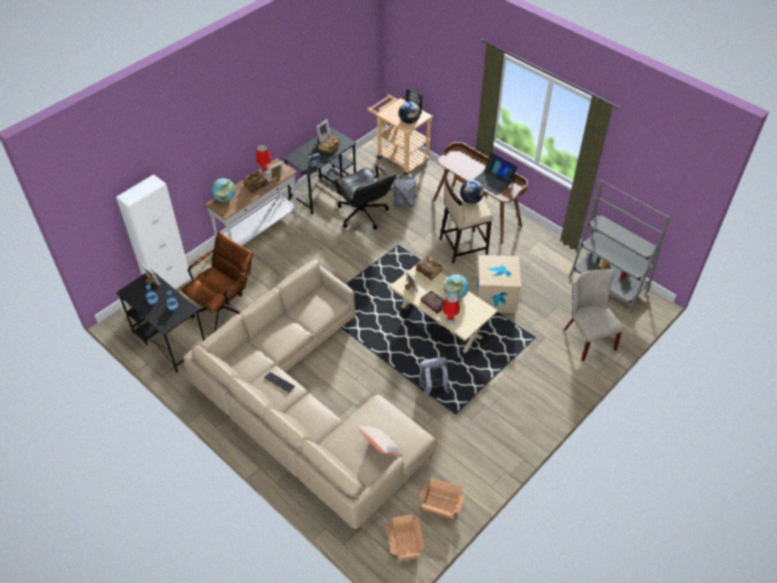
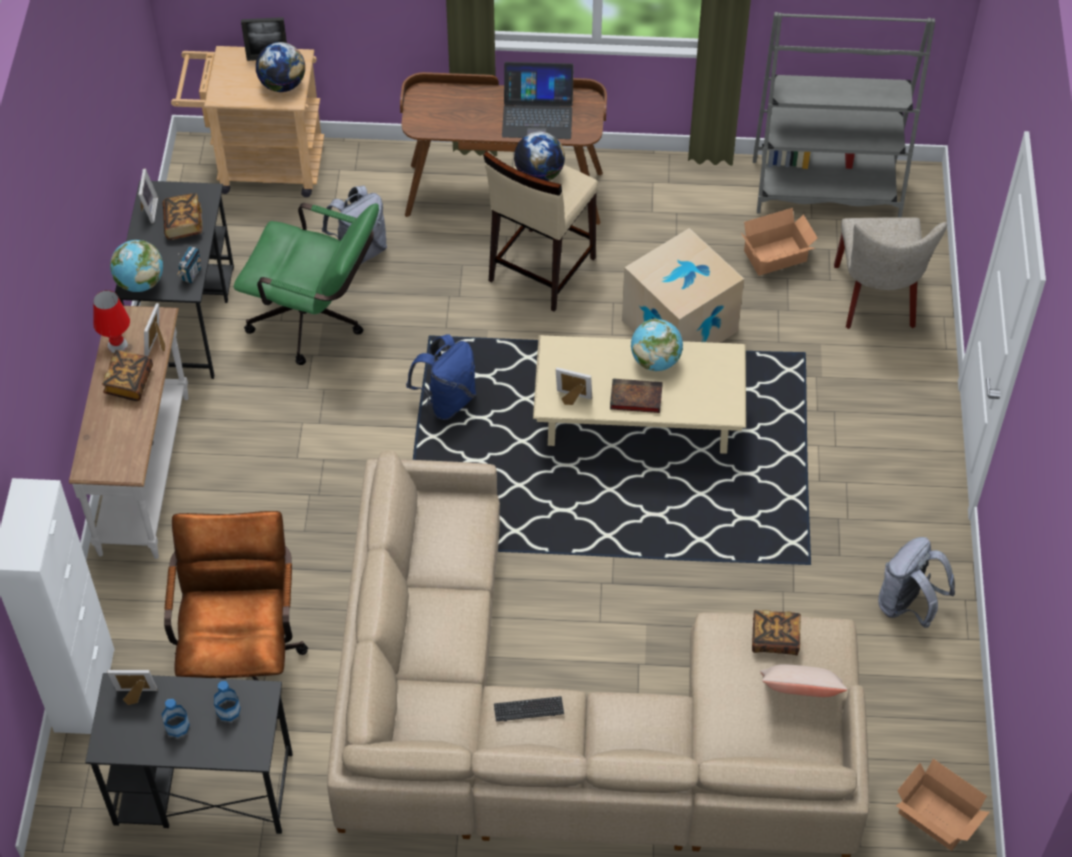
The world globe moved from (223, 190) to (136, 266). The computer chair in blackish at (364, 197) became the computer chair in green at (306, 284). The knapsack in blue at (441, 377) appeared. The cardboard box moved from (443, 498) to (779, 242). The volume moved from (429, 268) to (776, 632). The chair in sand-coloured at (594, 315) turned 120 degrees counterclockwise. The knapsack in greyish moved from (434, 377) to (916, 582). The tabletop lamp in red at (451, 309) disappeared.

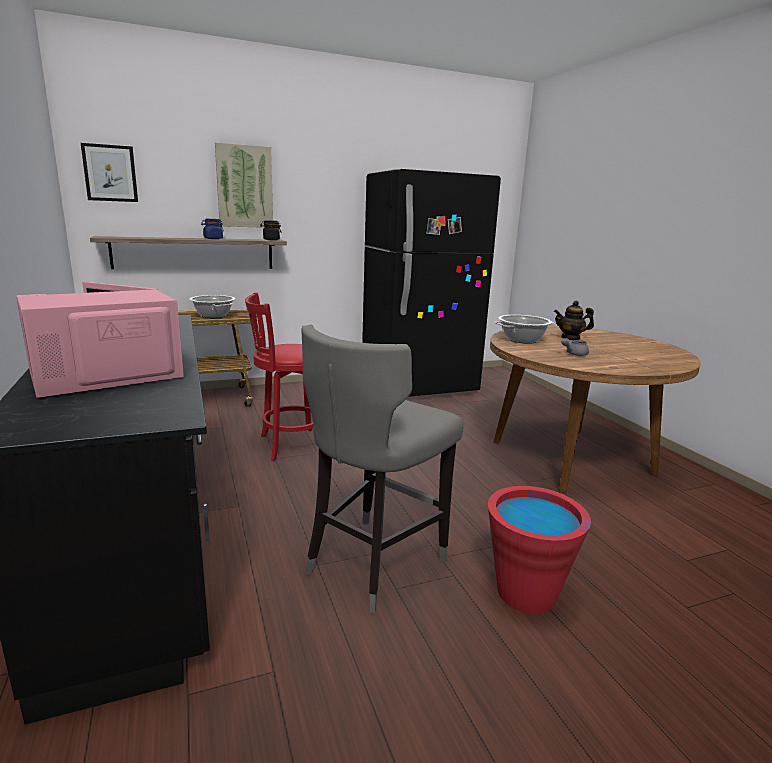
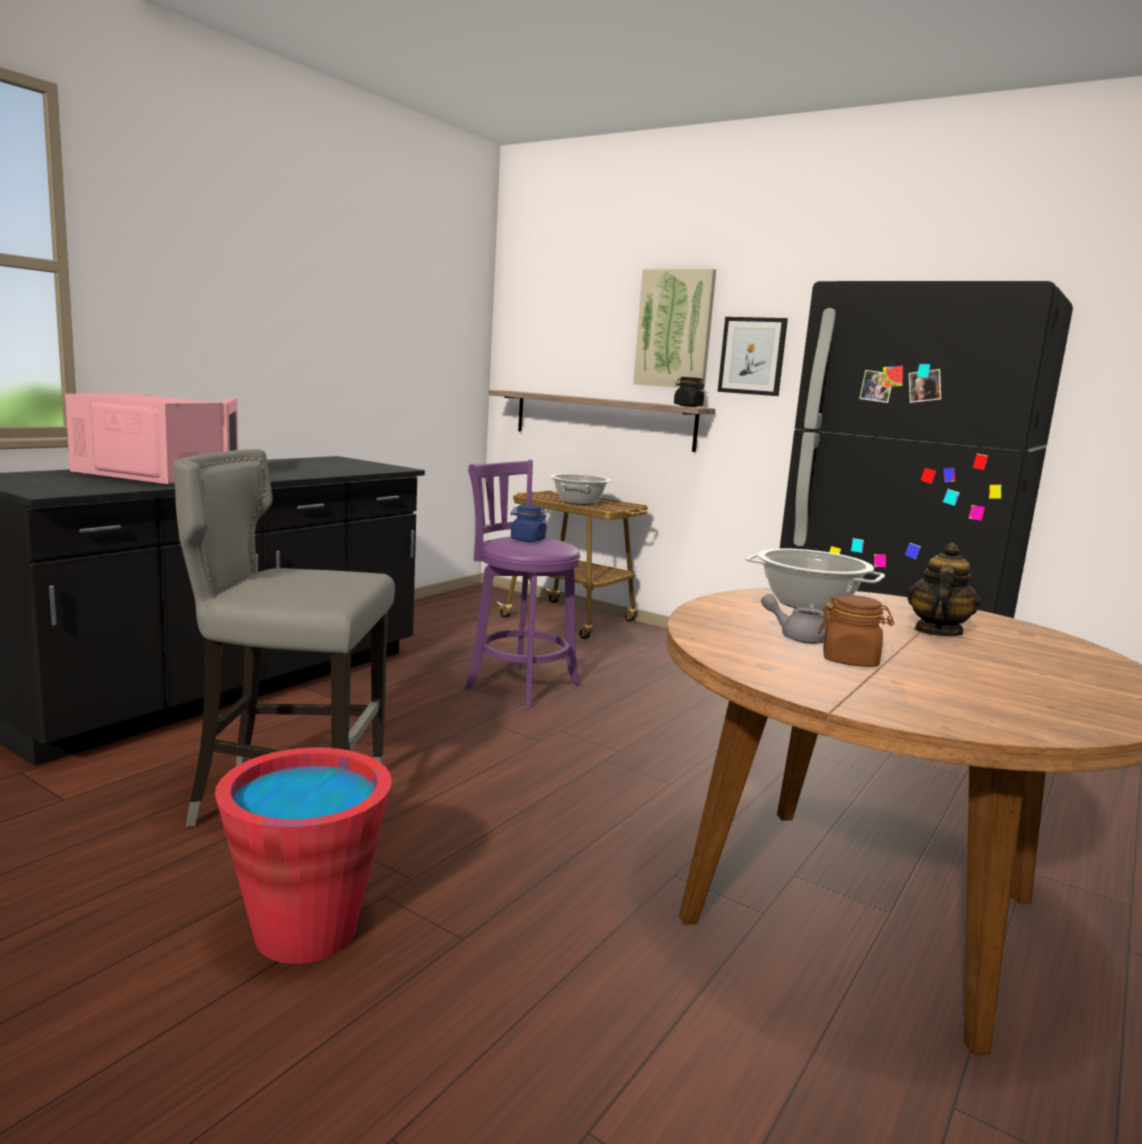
The stool in red at (279, 376) became the stool in purple-coloured at (522, 584). The preserve jar in blue moved from (212, 229) to (529, 523). The picture moved from (109, 172) to (753, 356). The preserve jar in brown at (856, 631) appeared. The teapot at (574, 320) turned 60 degrees clockwise.

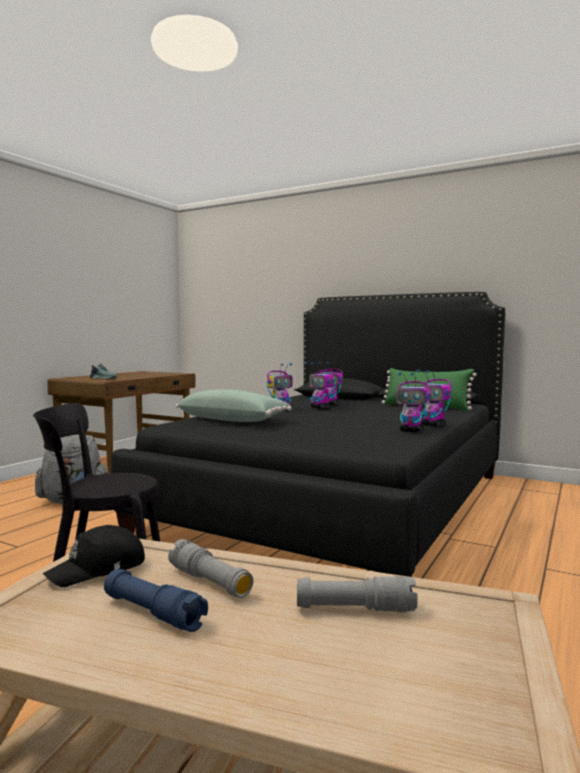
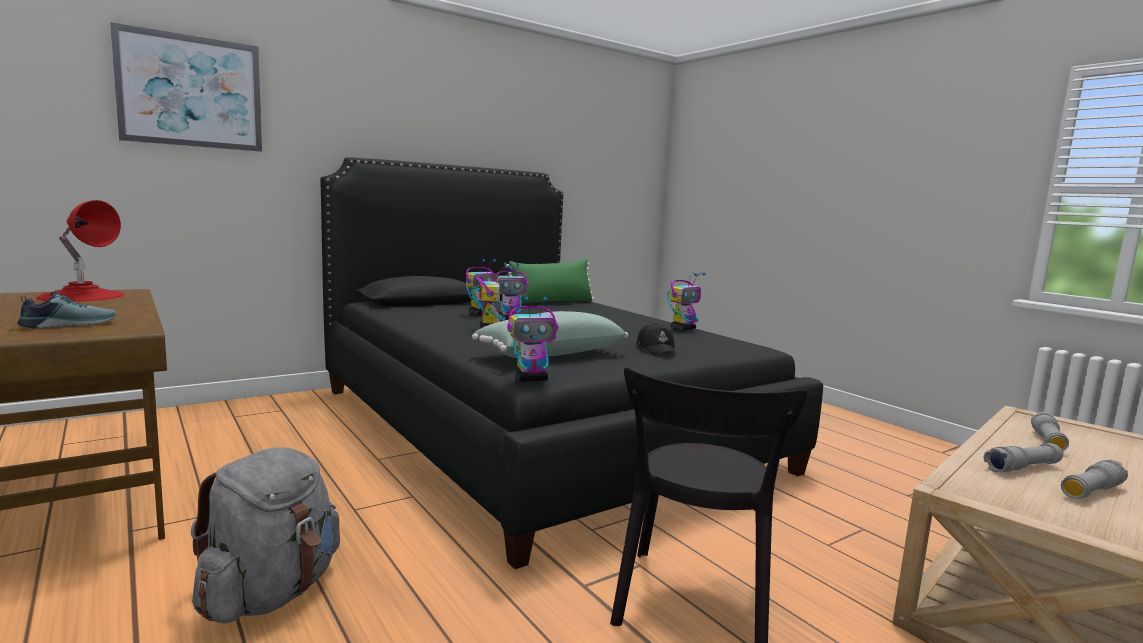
The tabletop lamp in red at (80, 251) appeared. The picture at (186, 87) appeared. The robot figure moved from (434, 398) to (532, 339). The cap in blackish moved from (94, 556) to (656, 339). The torch in blue at (156, 600) became the torch in greyish at (1094, 479).

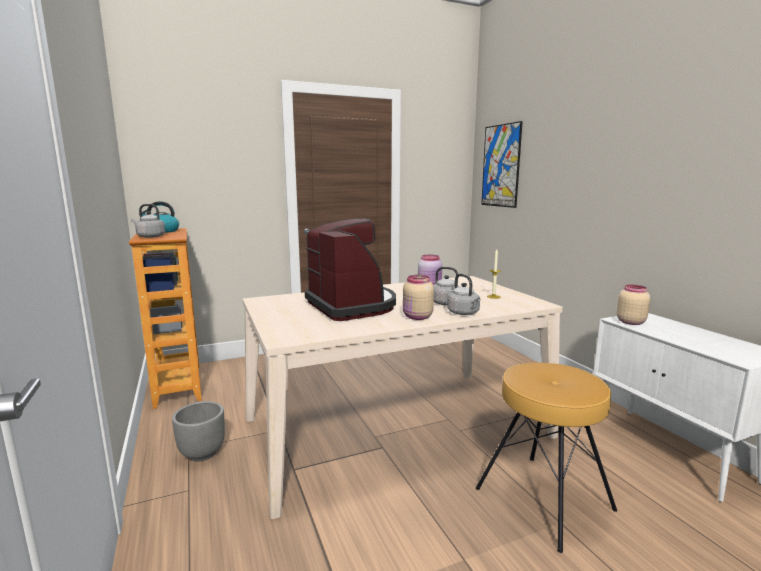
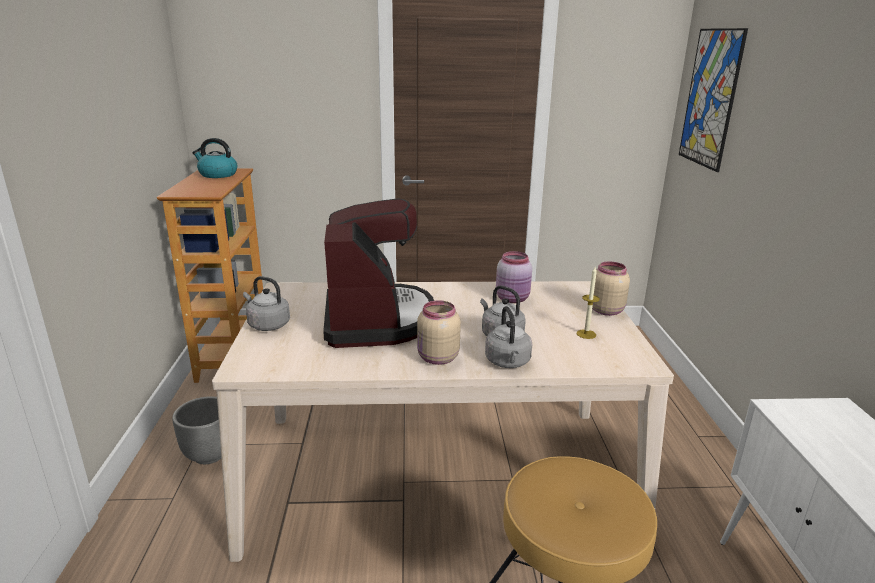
The kettle in greyish moved from (148, 221) to (266, 303). The preserve jar in sand-coloured moved from (633, 305) to (611, 288).

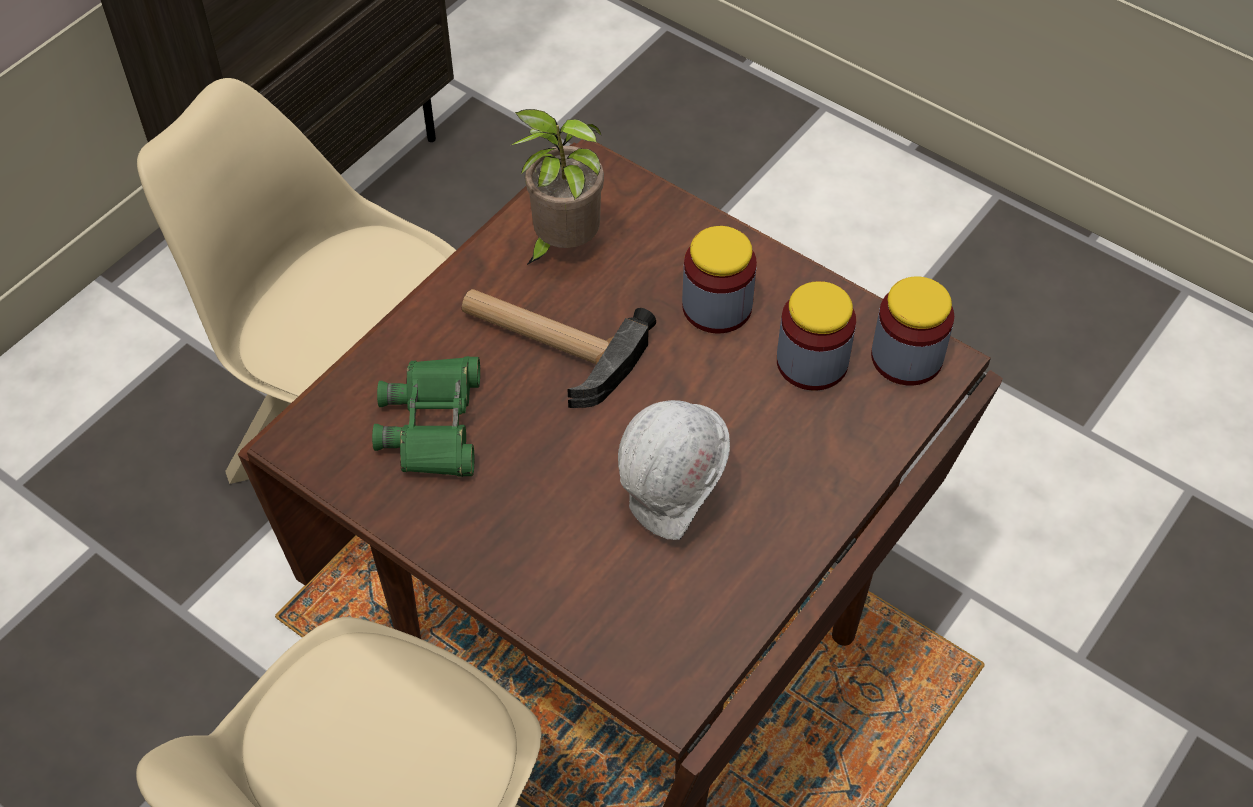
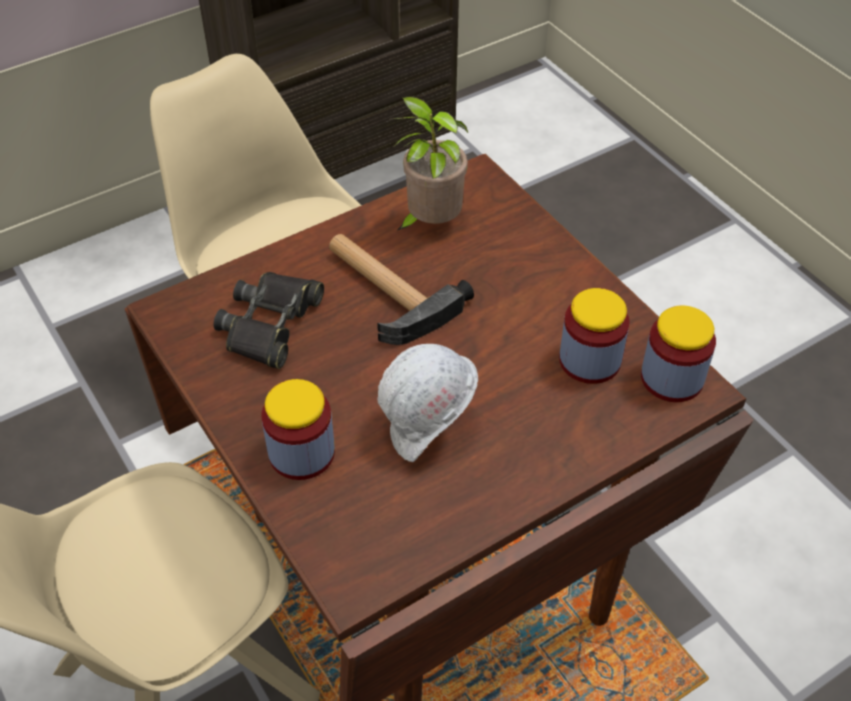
The field glasses in green at (426, 416) became the field glasses in blackish at (268, 320). The preserve jar moved from (719, 279) to (298, 429).

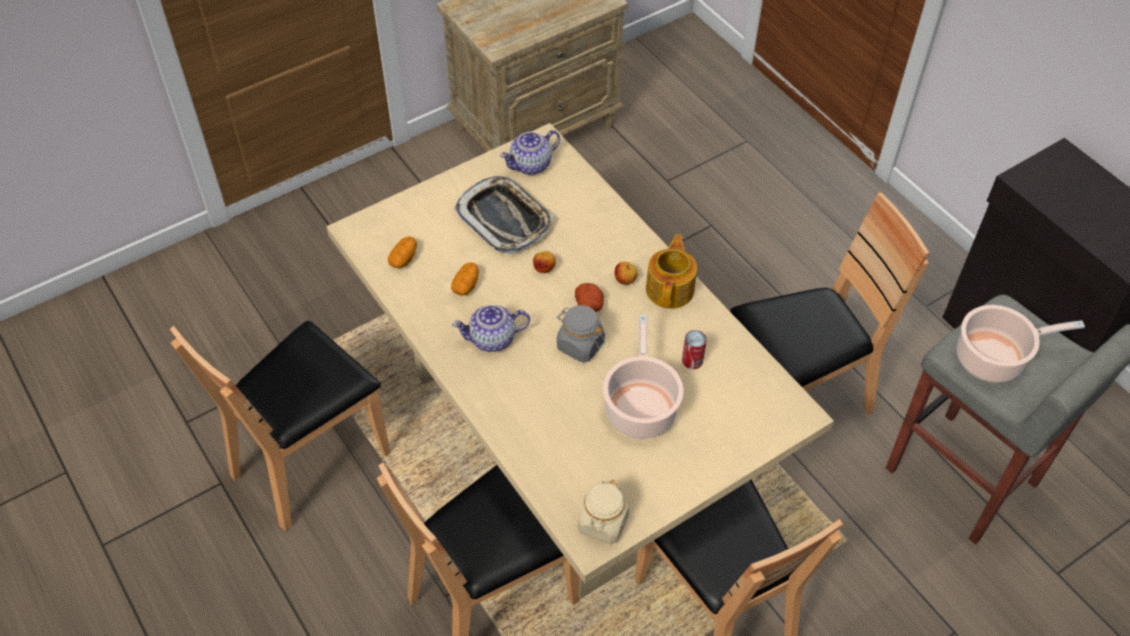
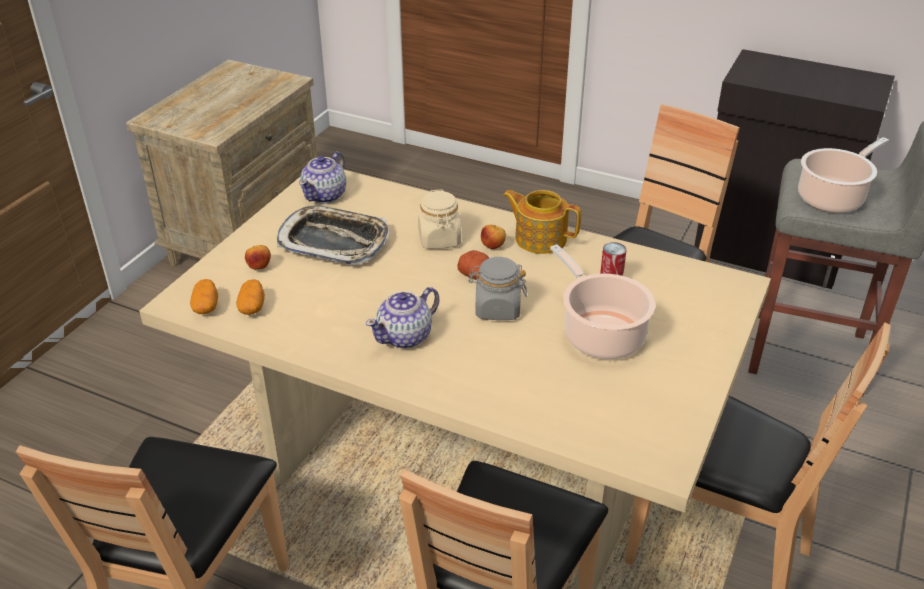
The spud moved from (465, 279) to (204, 296). The apple moved from (544, 262) to (258, 257). The preserve jar in sand-coloured moved from (603, 511) to (439, 219). The teapot at (671, 271) turned 45 degrees counterclockwise.

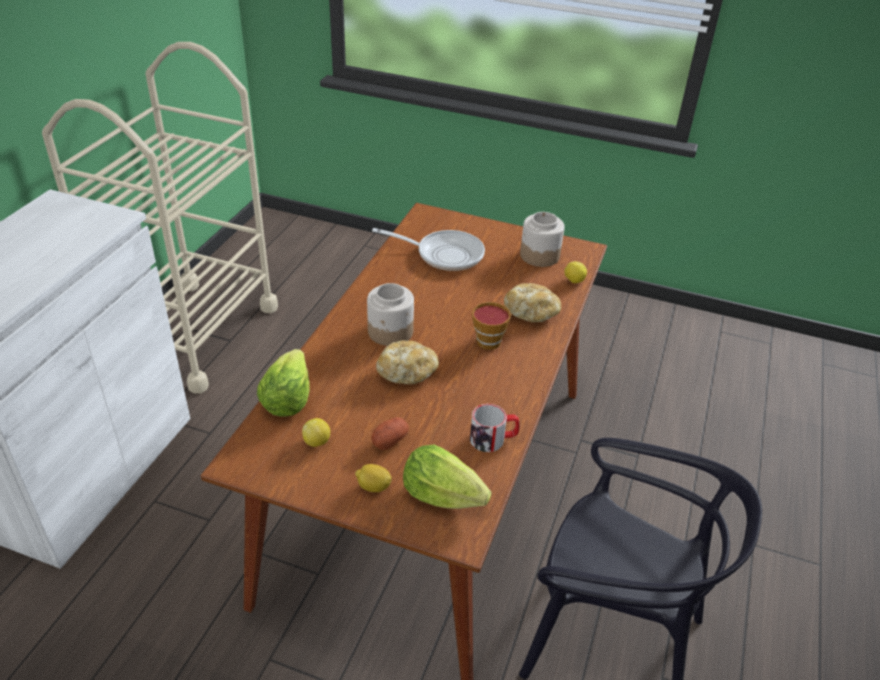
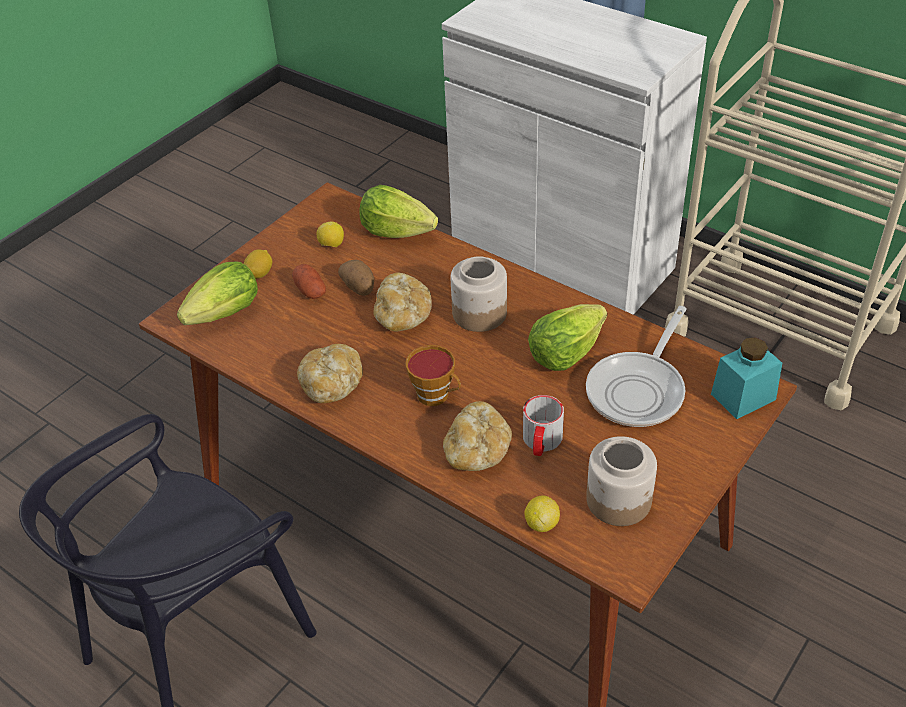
The baked bread at (330, 373) appeared. The spud at (356, 278) appeared. The coffee mug moved from (495, 428) to (543, 425). The head of lettuce at (567, 337) appeared. The preserve jar in turquoise-coloured at (746, 378) appeared.

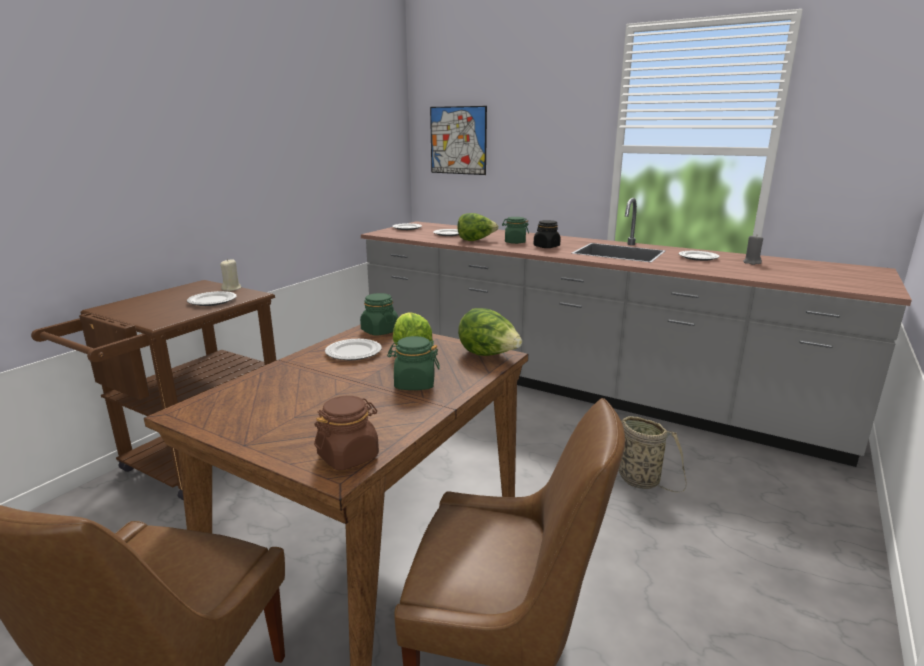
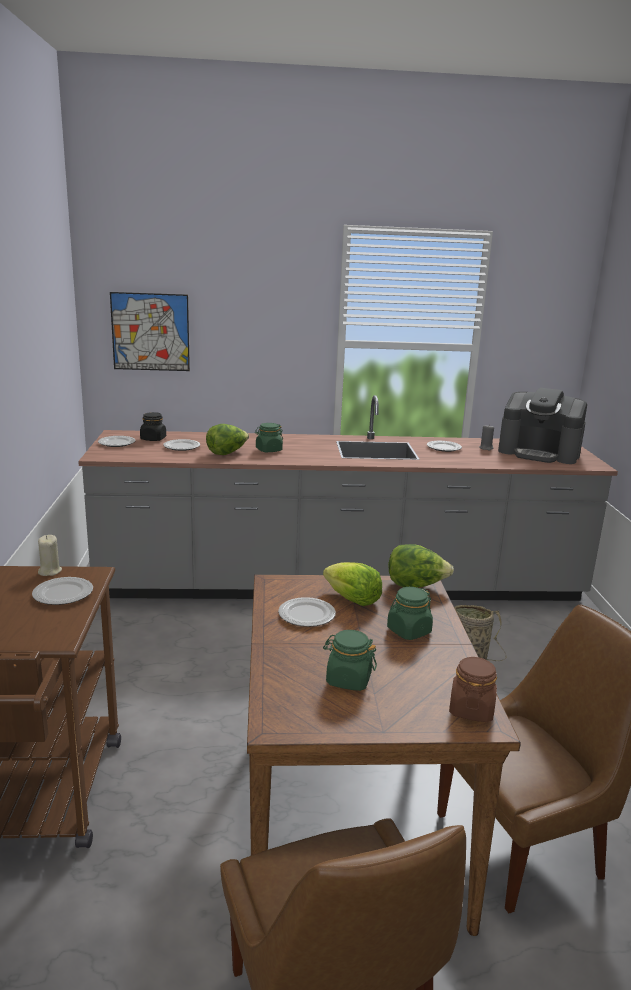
The preserve jar in blackish moved from (547, 234) to (153, 426). The preserve jar in green moved from (379, 314) to (350, 660). The coffee maker at (542, 426) appeared.

